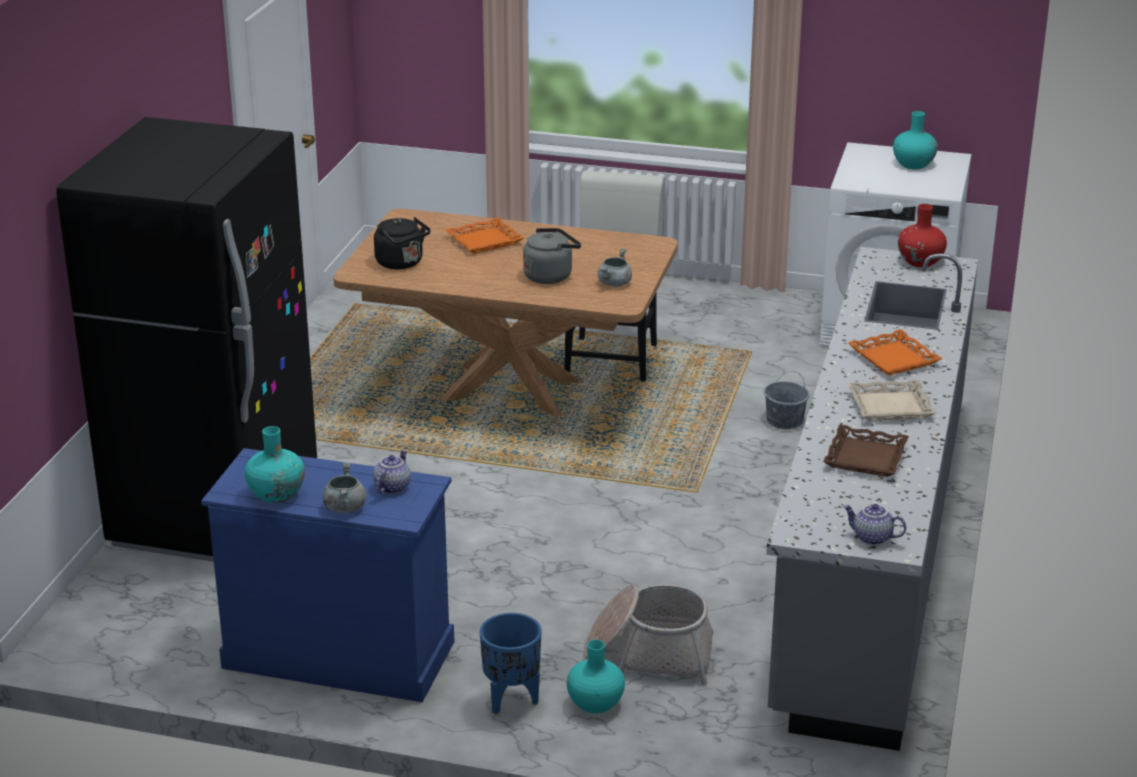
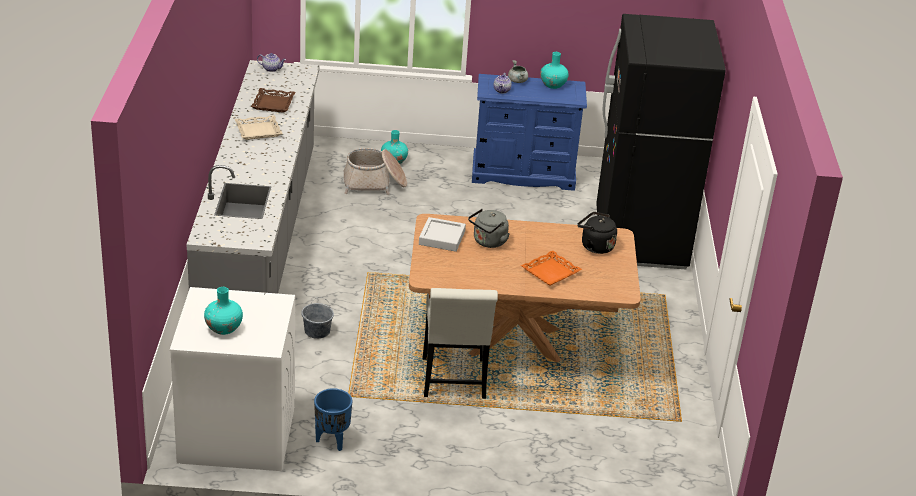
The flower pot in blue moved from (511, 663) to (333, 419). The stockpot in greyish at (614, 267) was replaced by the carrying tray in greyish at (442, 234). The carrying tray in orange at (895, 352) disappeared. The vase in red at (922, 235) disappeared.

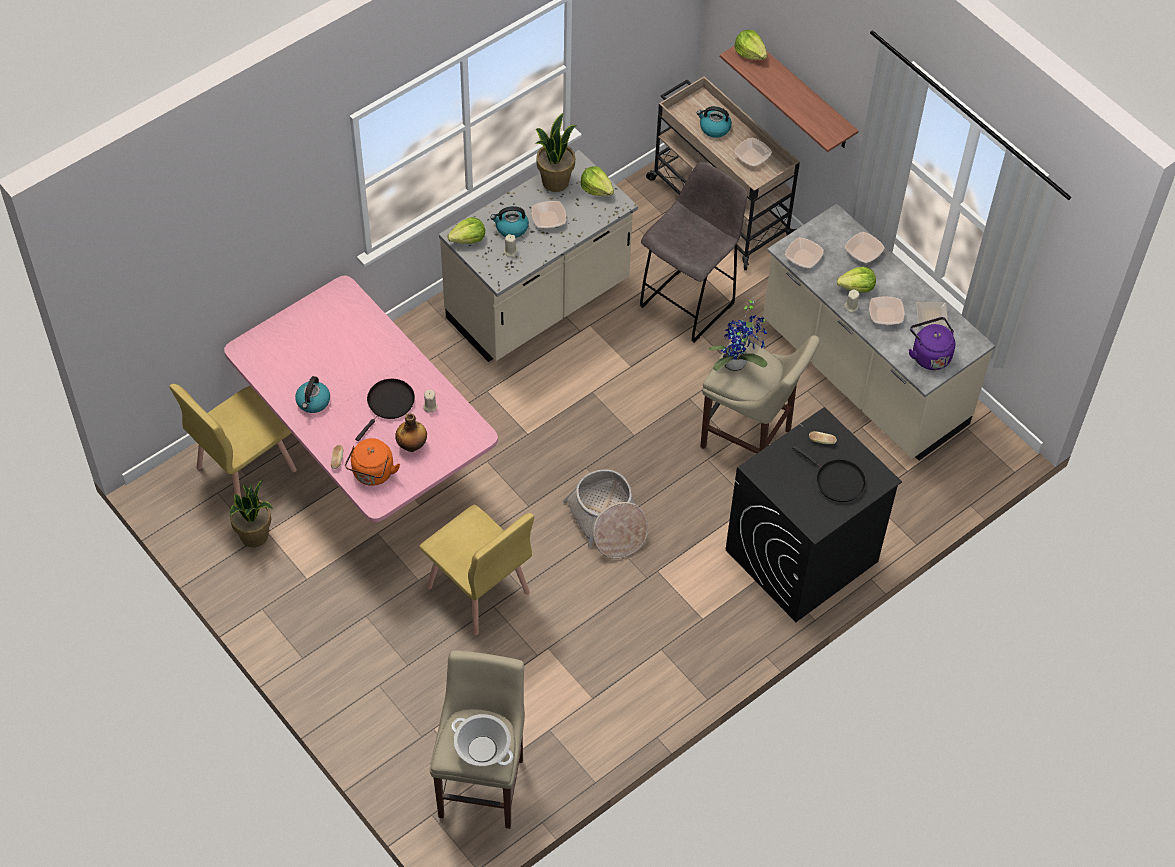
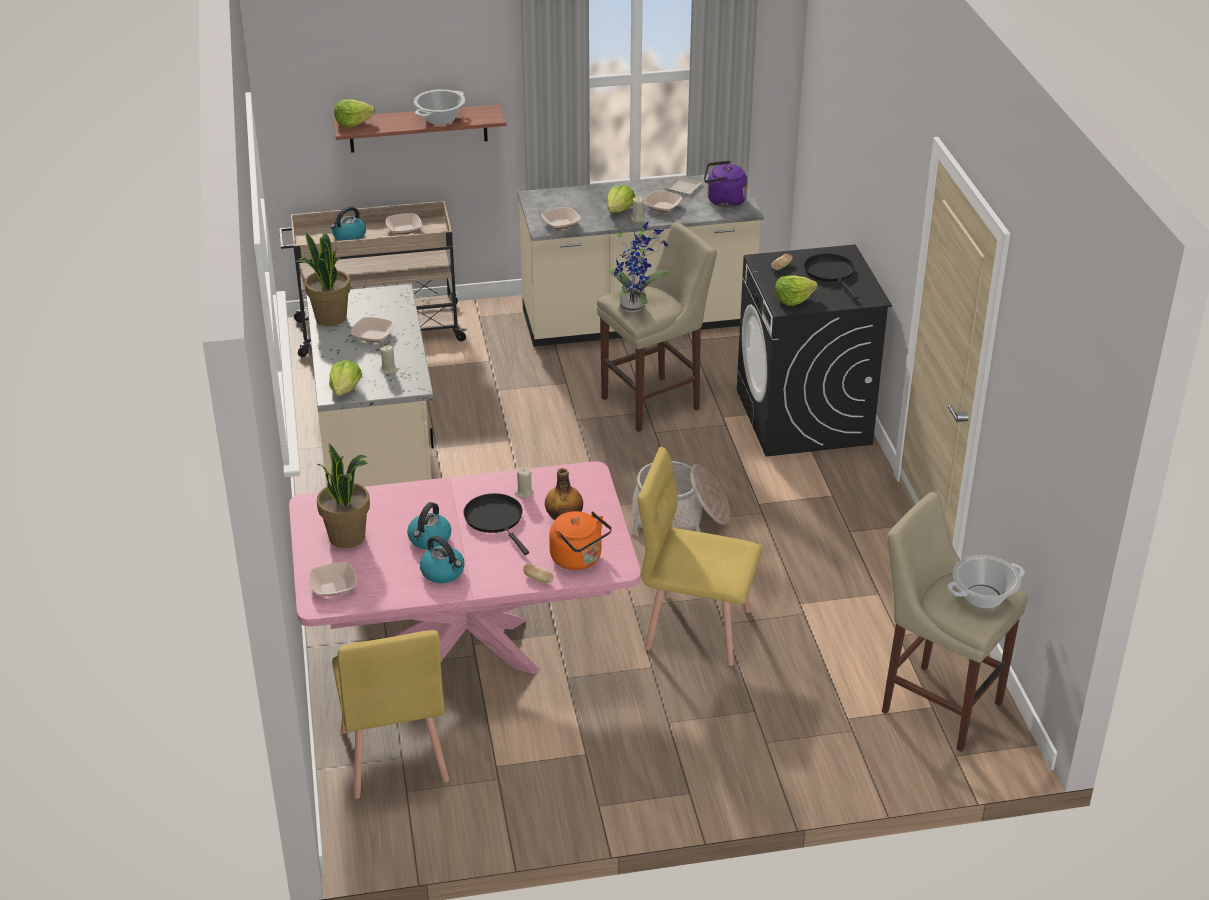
The serving bowl moved from (865, 247) to (333, 579). The plant in a pot moved from (251, 513) to (343, 495). The kettle moved from (509, 222) to (429, 526). The stockpot at (439, 107) appeared. The chair in yellowish at (477, 570) turned 150 degrees counterclockwise. The head of lettuce moved from (597, 181) to (796, 290). The frying pan in blackish at (829, 473) turned 90 degrees counterclockwise. The stool in greyish at (694, 252) disappeared.

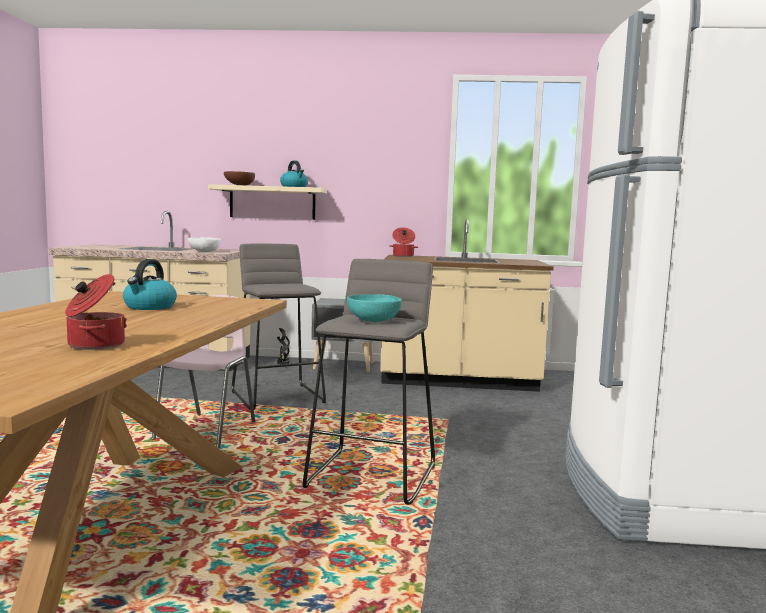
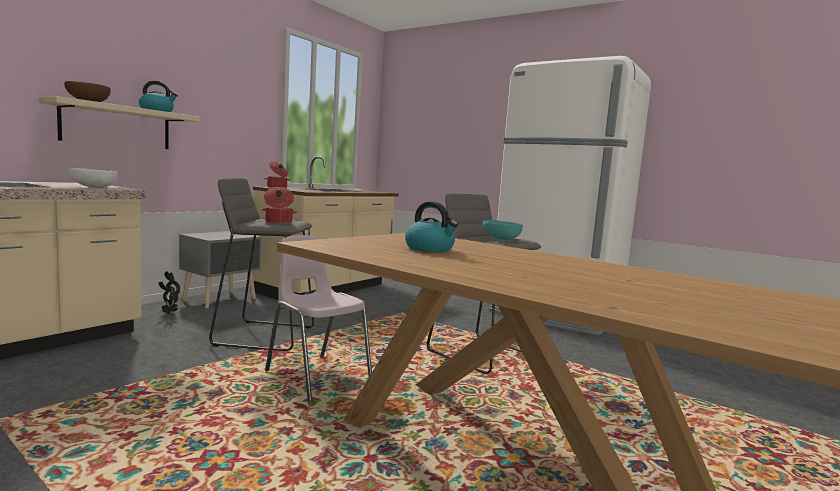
The stockpot moved from (96, 312) to (279, 205).

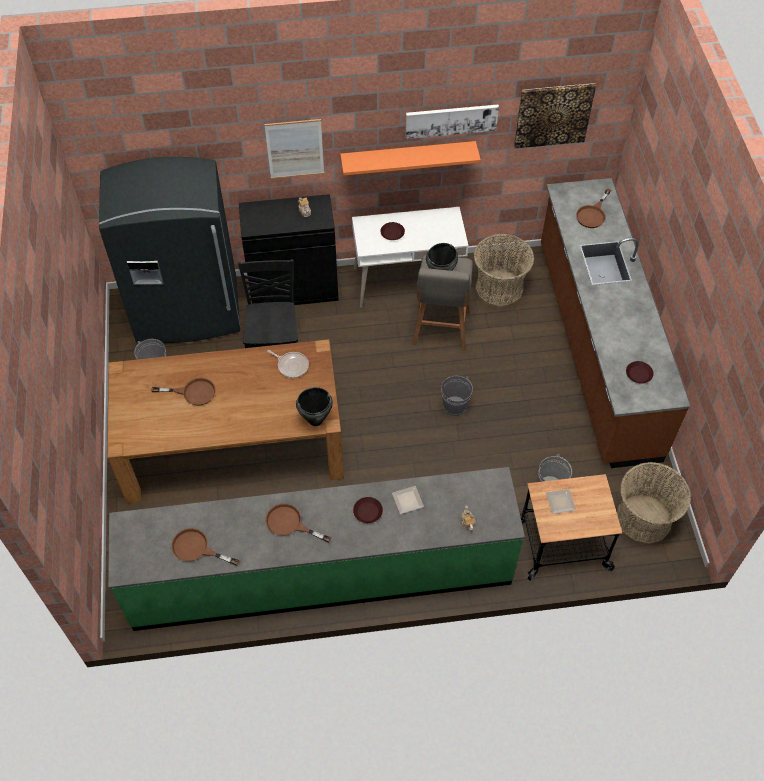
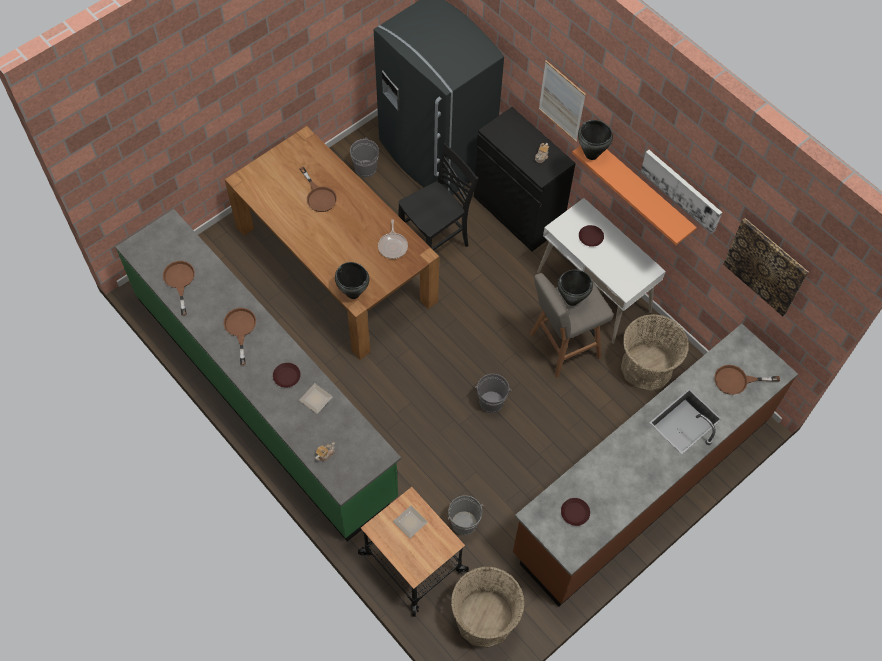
The stockpot in blackish at (595, 140) appeared.

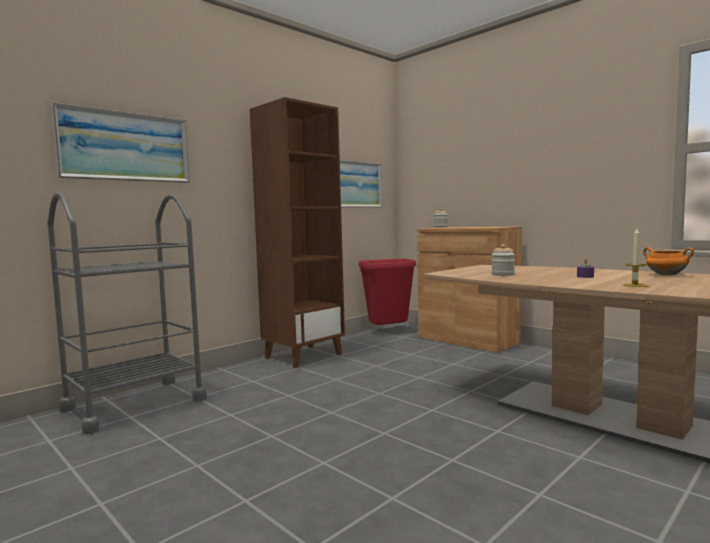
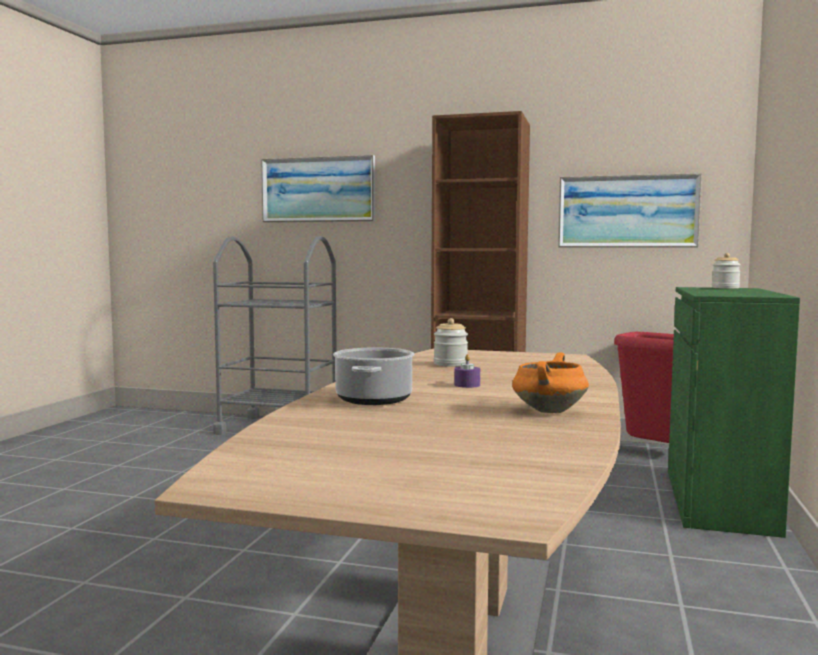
The wax light at (635, 257) was replaced by the stockpot at (373, 376). The cabinet in brown at (469, 290) became the cabinet in green at (734, 412).

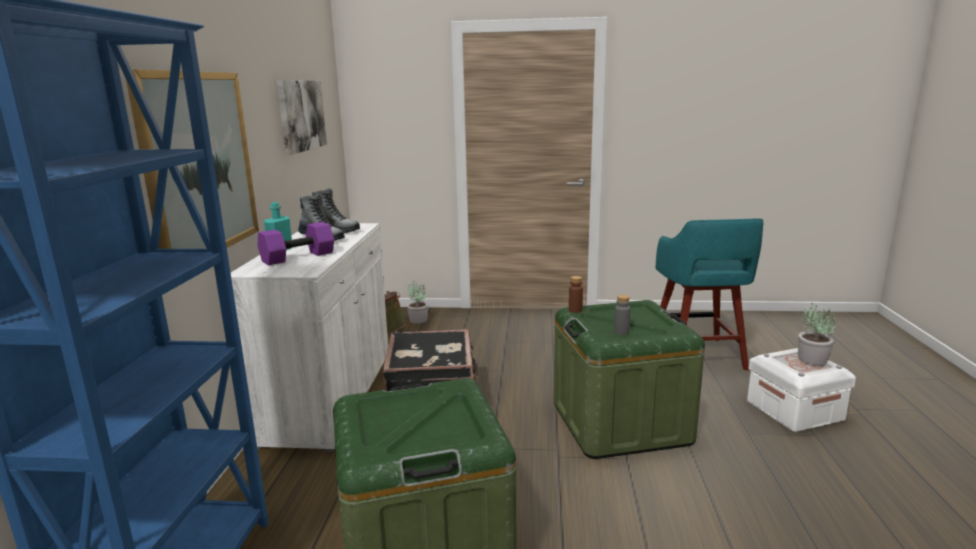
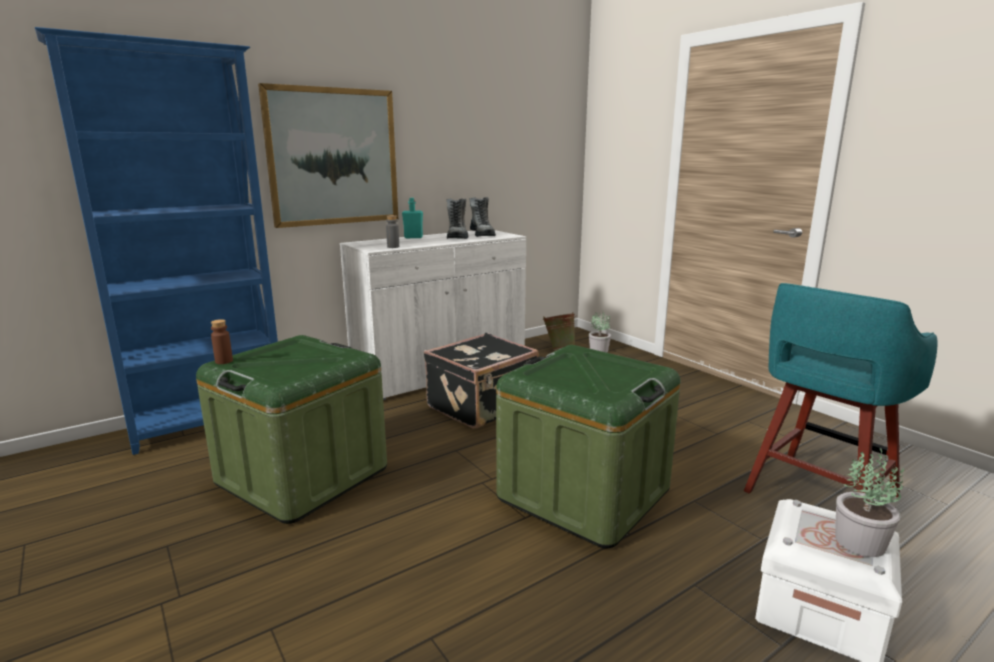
The drink bottle in brown moved from (576, 294) to (222, 341). The drink bottle in greyish moved from (622, 315) to (392, 231). The hand weight in purple-coloured at (295, 243) disappeared. The picture at (302, 117) disappeared.

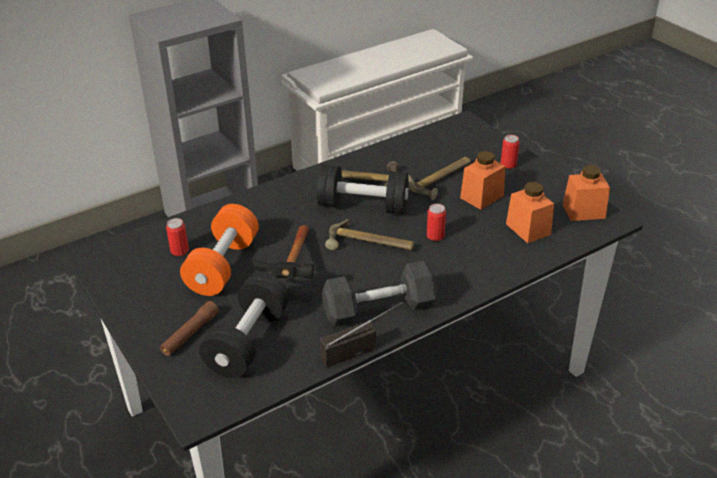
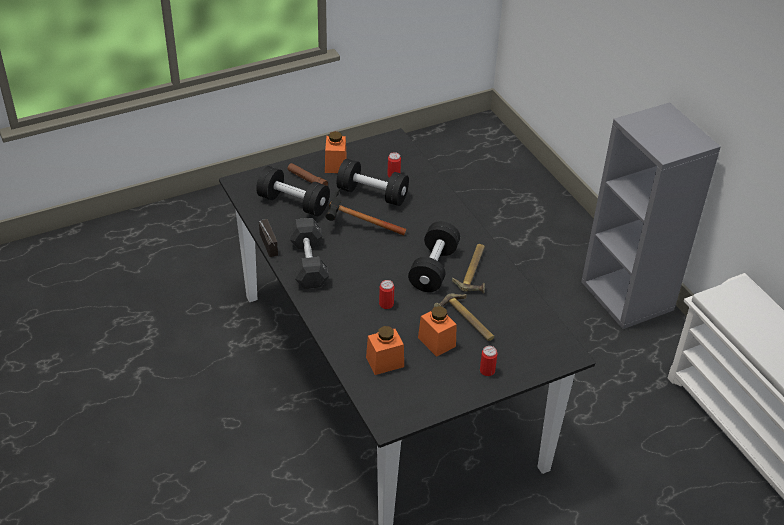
The preserve jar in orange moved from (586, 193) to (336, 152). The hand weight in orange at (219, 250) became the hand weight in blackish at (373, 182). The tool hammer at (369, 234) disappeared.

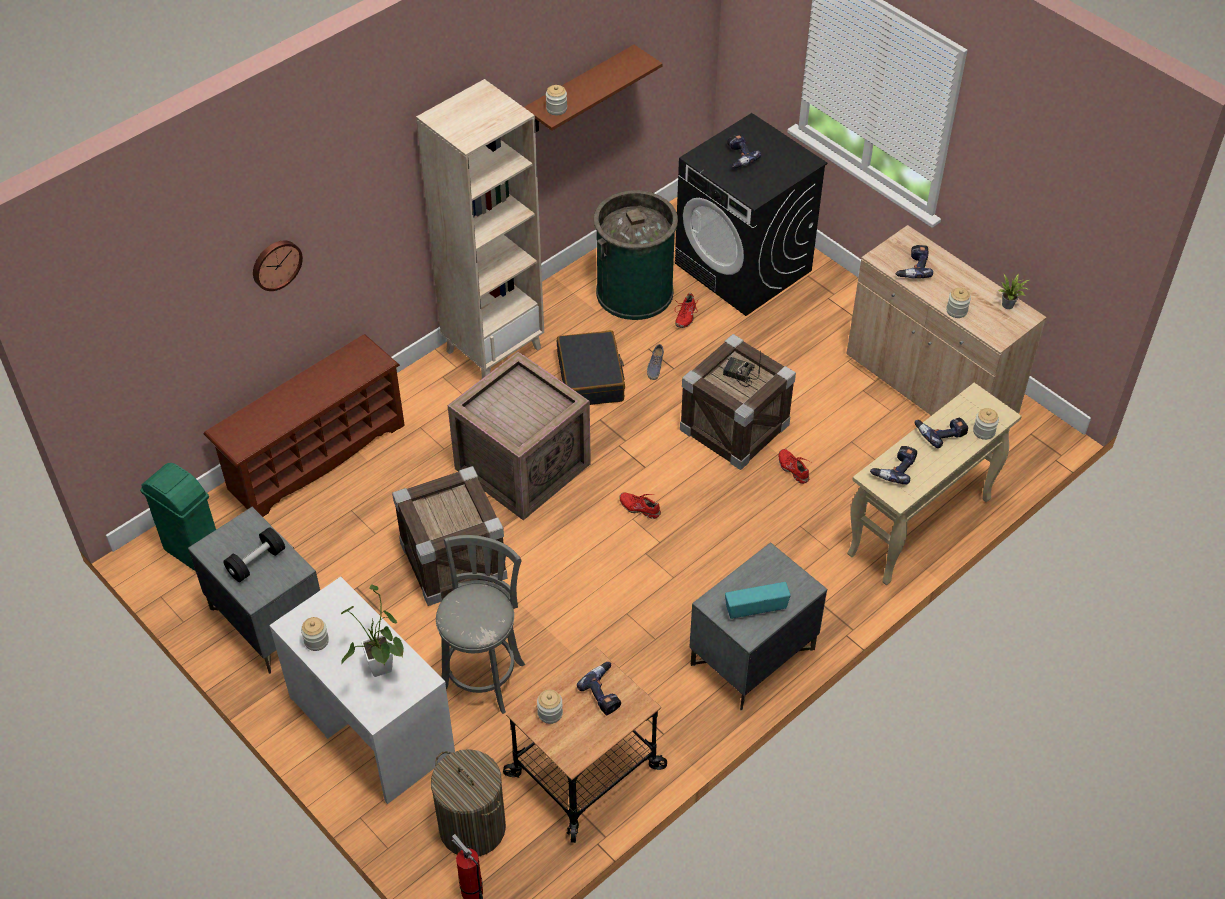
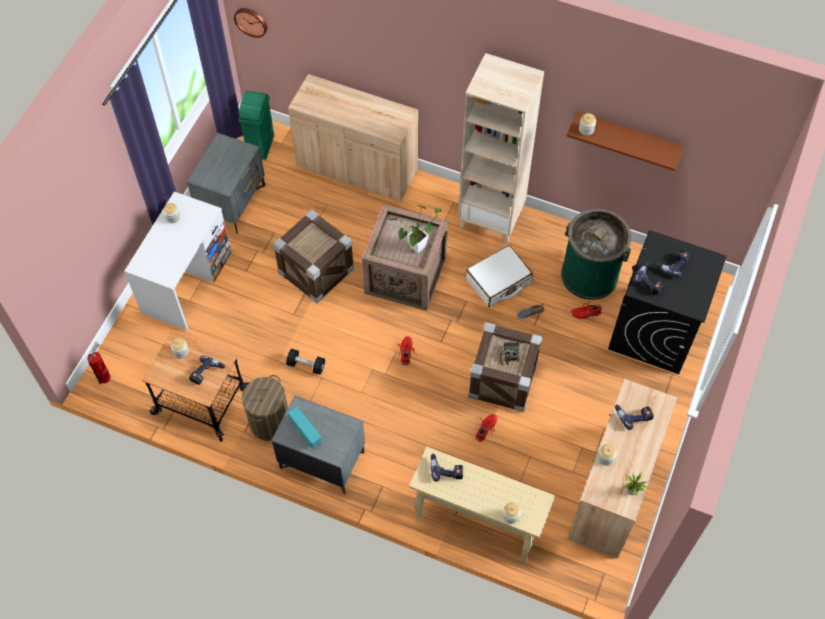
The clock on the wall moved from (278, 265) to (250, 23). The laundry basket moved from (468, 803) to (265, 408). The hand weight in blackish moved from (254, 554) to (305, 362). The shoe stand in brown at (304, 425) was replaced by the cabinet in sand-coloured at (353, 138). The plant in a pot moved from (372, 630) to (413, 229). The suitcase in blackish at (591, 367) became the suitcase in white-coloured at (499, 276). The electric drill moved from (941, 433) to (648, 278). The stool in greyish at (480, 624) disappeared.

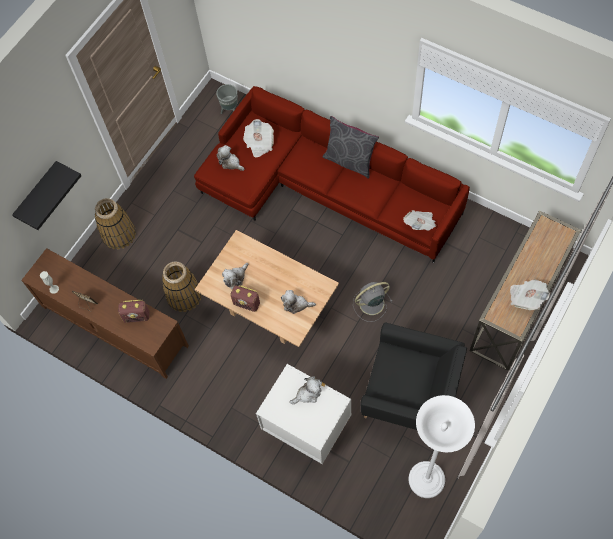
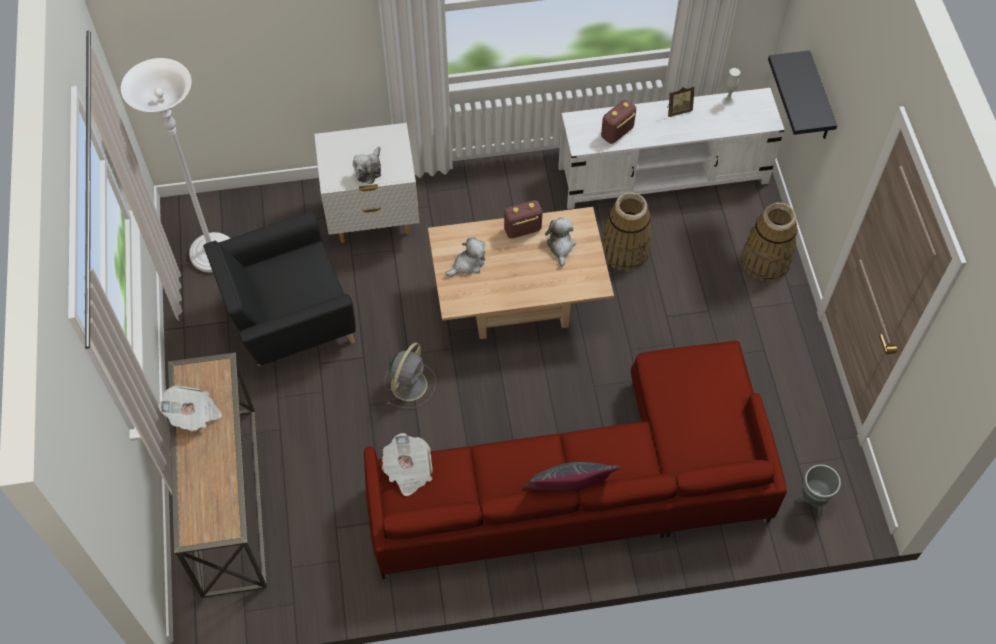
The media console in brown at (105, 313) became the media console in white-coloured at (671, 148). The plush toy at (230, 158) disappeared. The printed paper at (258, 138) disappeared.

